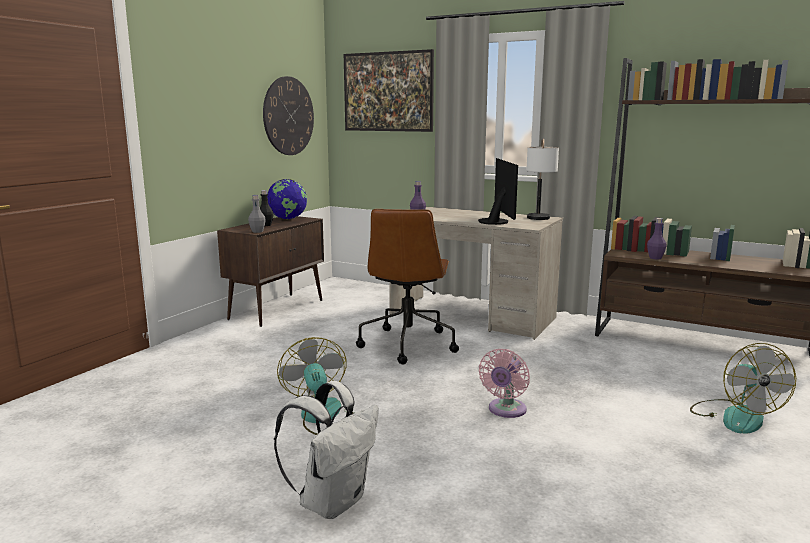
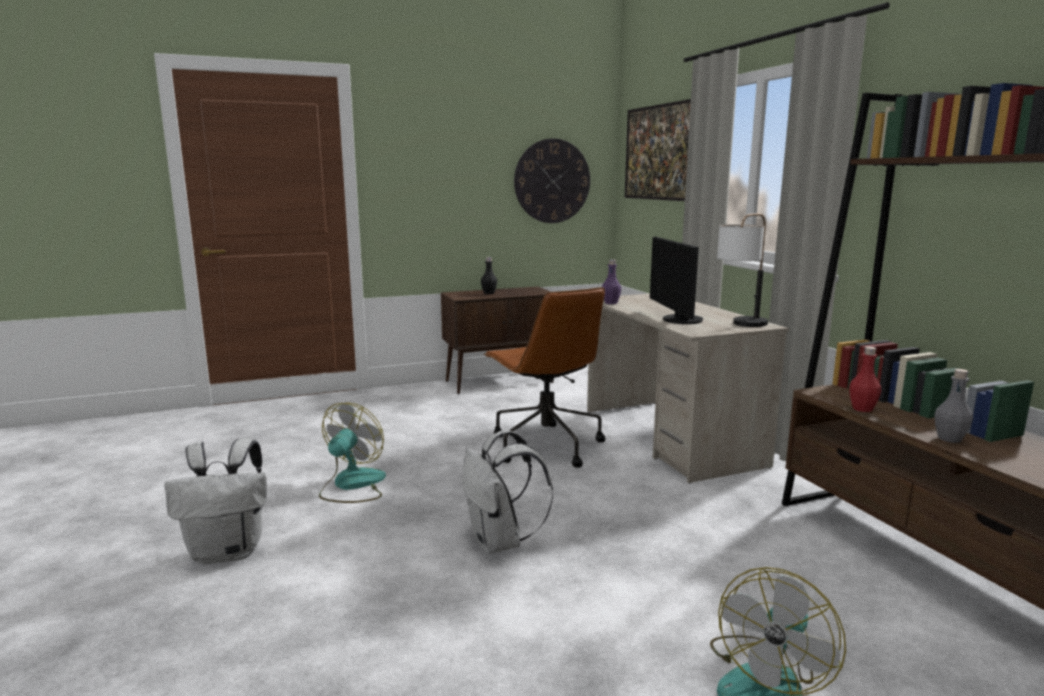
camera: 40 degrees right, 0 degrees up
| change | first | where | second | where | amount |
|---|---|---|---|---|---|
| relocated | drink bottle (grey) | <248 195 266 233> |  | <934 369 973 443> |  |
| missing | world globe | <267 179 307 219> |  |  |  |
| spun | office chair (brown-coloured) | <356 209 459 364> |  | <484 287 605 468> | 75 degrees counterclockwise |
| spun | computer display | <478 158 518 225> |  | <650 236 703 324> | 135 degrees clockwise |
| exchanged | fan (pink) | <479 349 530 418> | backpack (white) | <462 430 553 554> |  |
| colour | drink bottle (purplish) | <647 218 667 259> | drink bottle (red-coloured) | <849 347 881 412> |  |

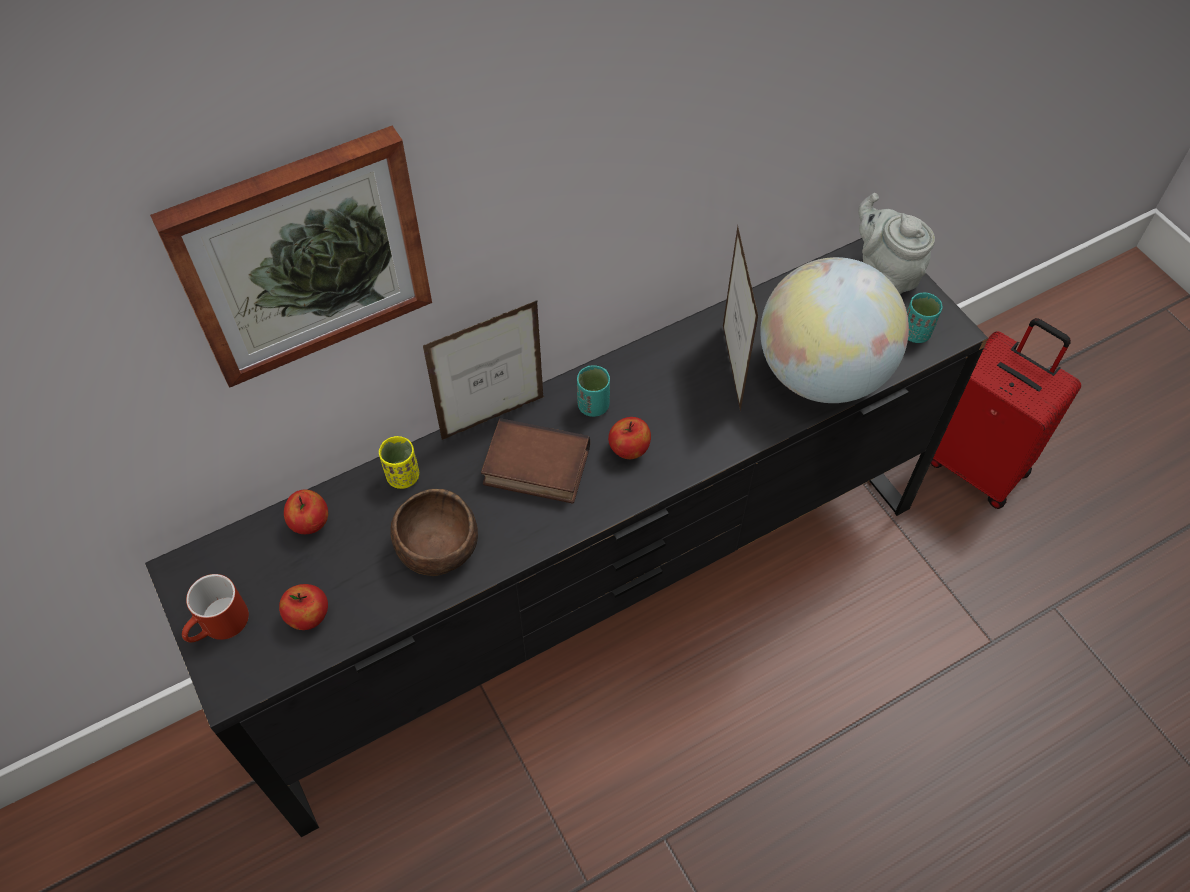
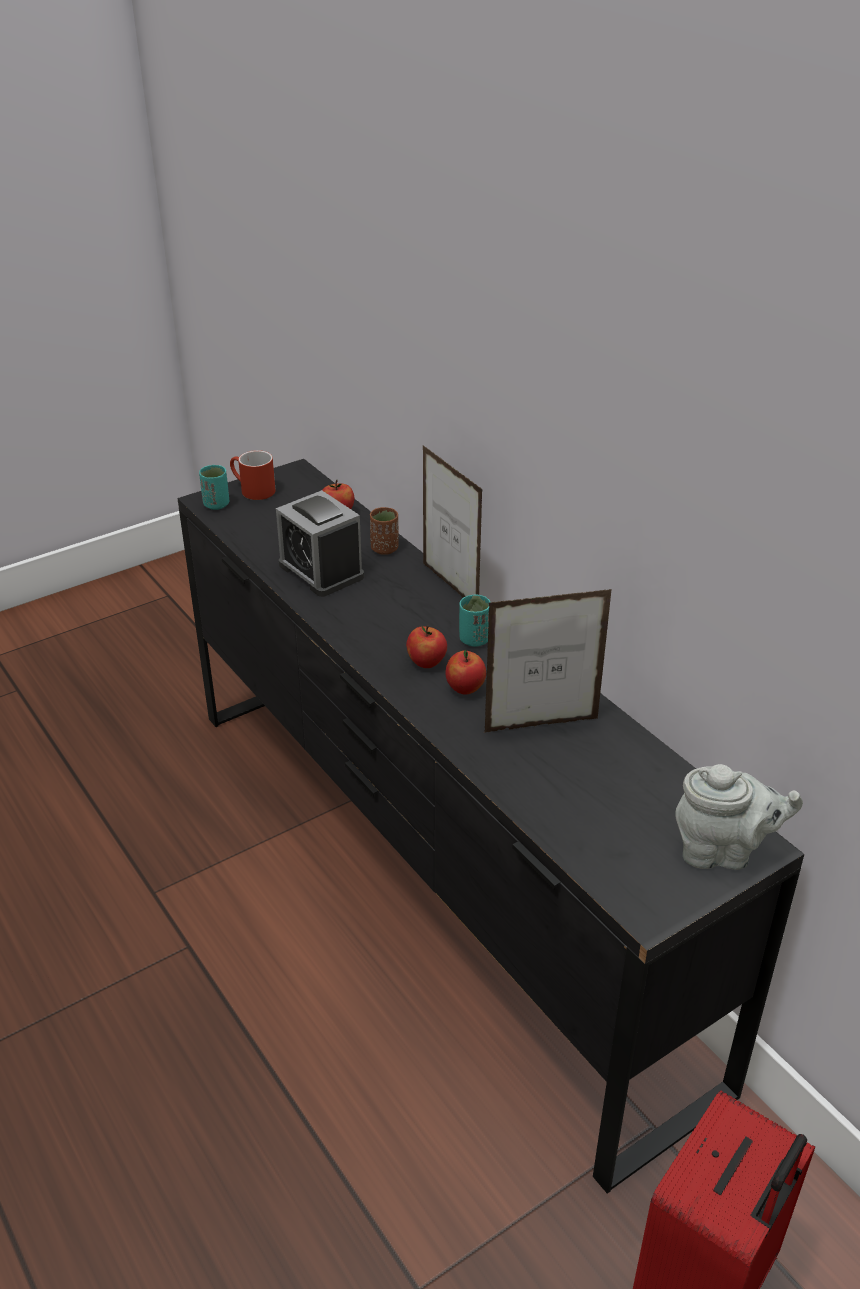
camera: 85 degrees right, 20 degrees down
| change | first | where | second | where | amount |
|---|---|---|---|---|---|
| missing | picture | <150 126 432 388> |  |  |  |
| relocated | apple fruit | <279 584 328 630> |  | <445 650 486 695> |  |
| colour | small cup (yellowish) | <379 436 419 489> | small cup (brown-coloured) | <370 507 399 555> |  |
| exchanged | bowl (brown-coloured) | <390 489 478 576> | bedside clock | <276 490 364 597> |  |
| missing | bound book | <481 418 590 504> |  |  |  |
| missing | world globe | <760 257 909 403> |  |  |  |
| spun | pot for tea (grey) | <858 193 935 294> |  | <675 764 803 870> | 45 degrees clockwise |
| relocated | small cup (blue-green) | <907 292 943 343> |  | <199 465 229 510> |  |

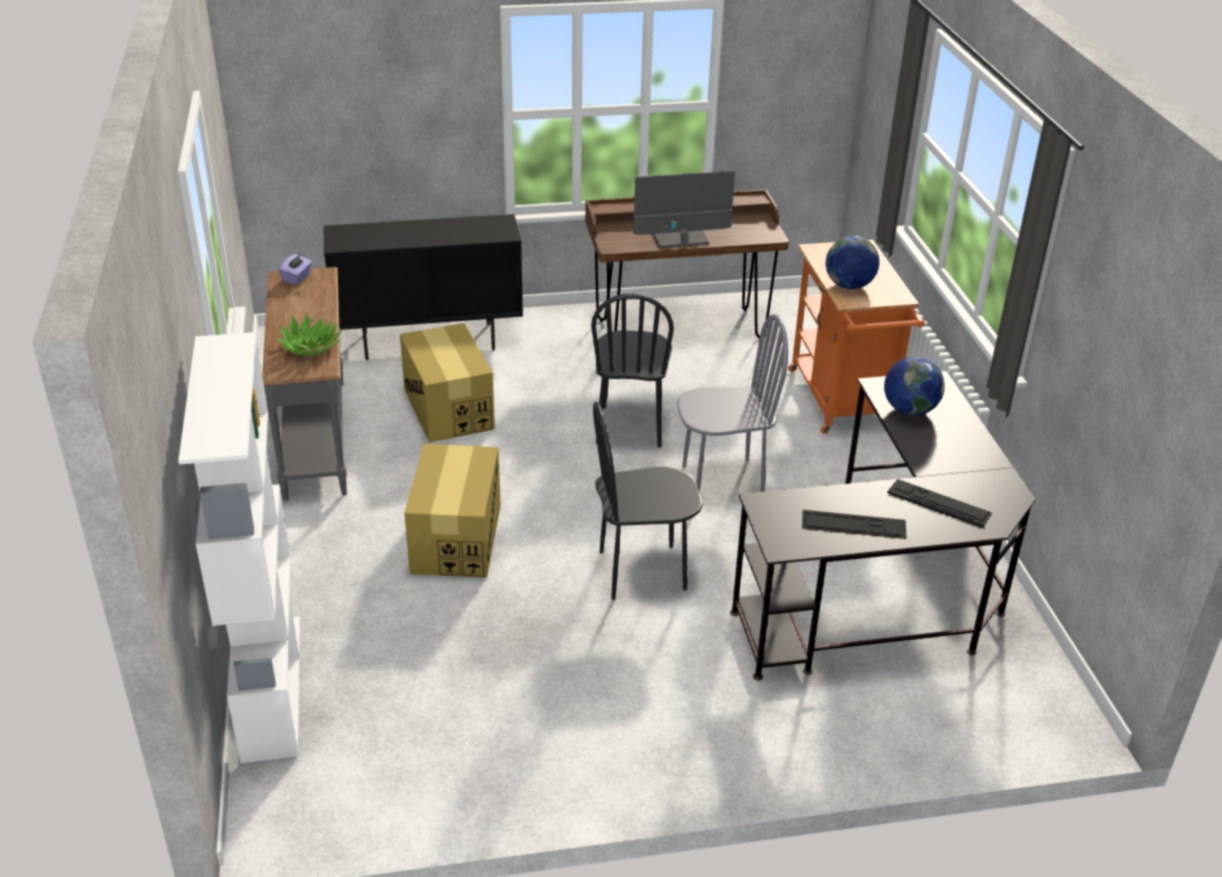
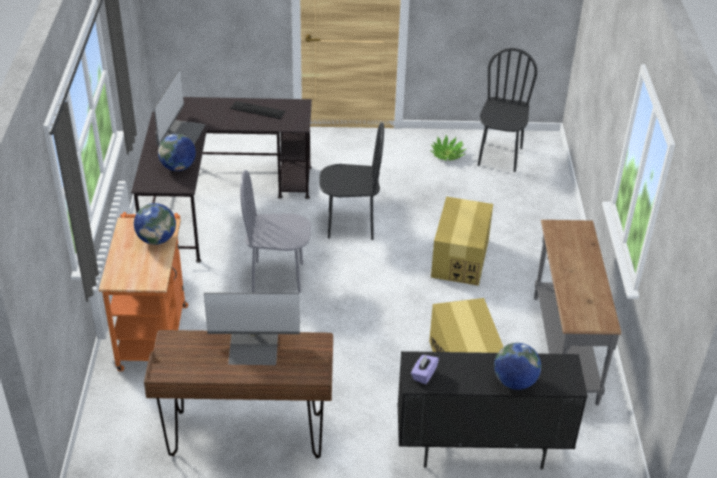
camera: 170 degrees left, 5 degrees up
| change | first | where | second | where | amount |
|---|---|---|---|---|---|
| missing | bookcase (white) | <178 332 300 763> |  |  |  |
| relocated | plant in a pot | <276 313 343 356> |  | <430 135 467 161> |  |
| relocated | tissue holder (purplish) | <279 254 312 285> |  | <411 354 439 384> |  |
| relocated | plain chair (black) | <591 293 674 448> |  | <478 48 537 172> |  |
| missing | PC keyboard | <887 479 992 527> |  |  |  |
| appeared |  |  | computer display | <154 68 205 146> |  |
| appeared |  |  | world globe | <494 343 541 390> |  |

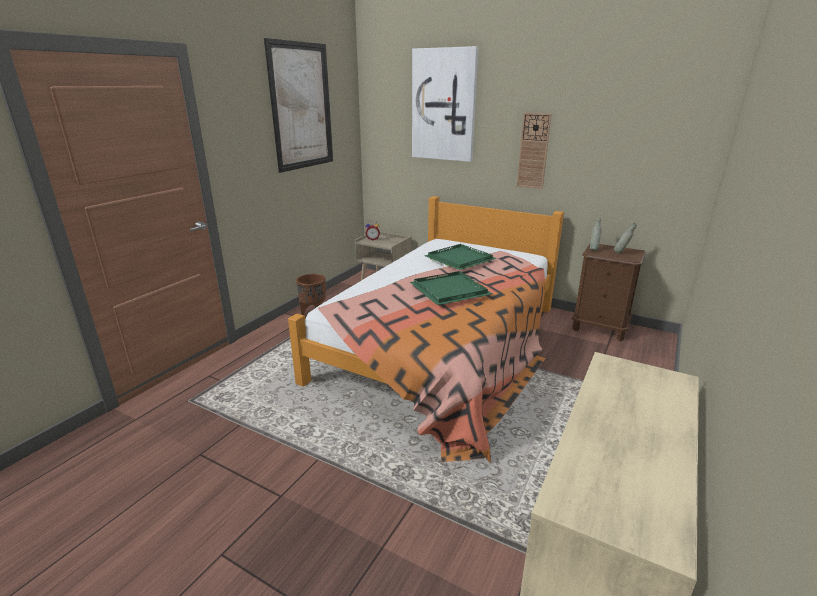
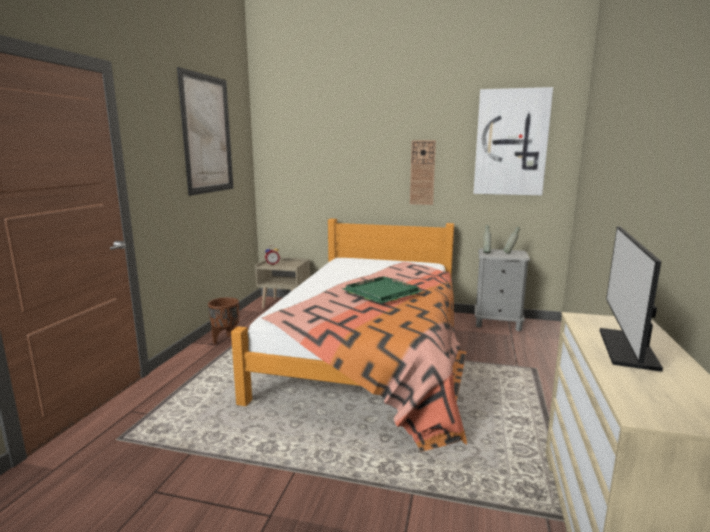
camera: 15 degrees left, 10 degrees down
| change | first | where | second | where | amount |
|---|---|---|---|---|---|
| relocated | picture | <412 46 478 162> |  | <473 87 553 195> |  |
| missing | serving tray (green-coloured) | <424 244 497 270> |  |  |  |
| colour | nightstand (brown-coloured) | <572 244 646 341> | nightstand (grey) | <475 248 530 331> |  |
| appeared |  |  | computer display | <600 226 663 372> |  |

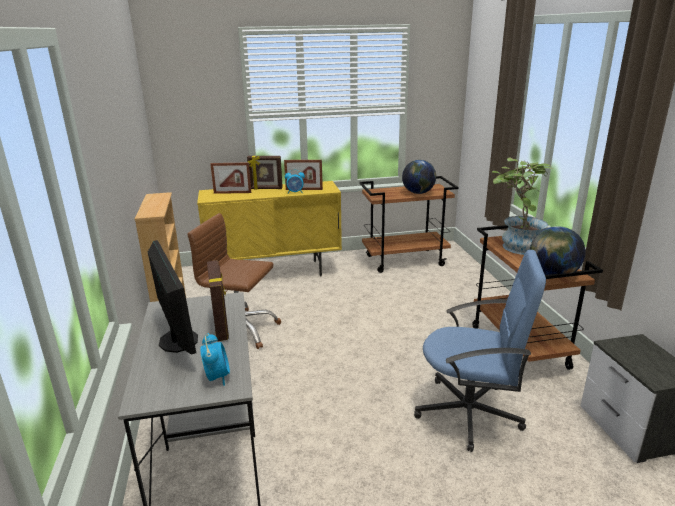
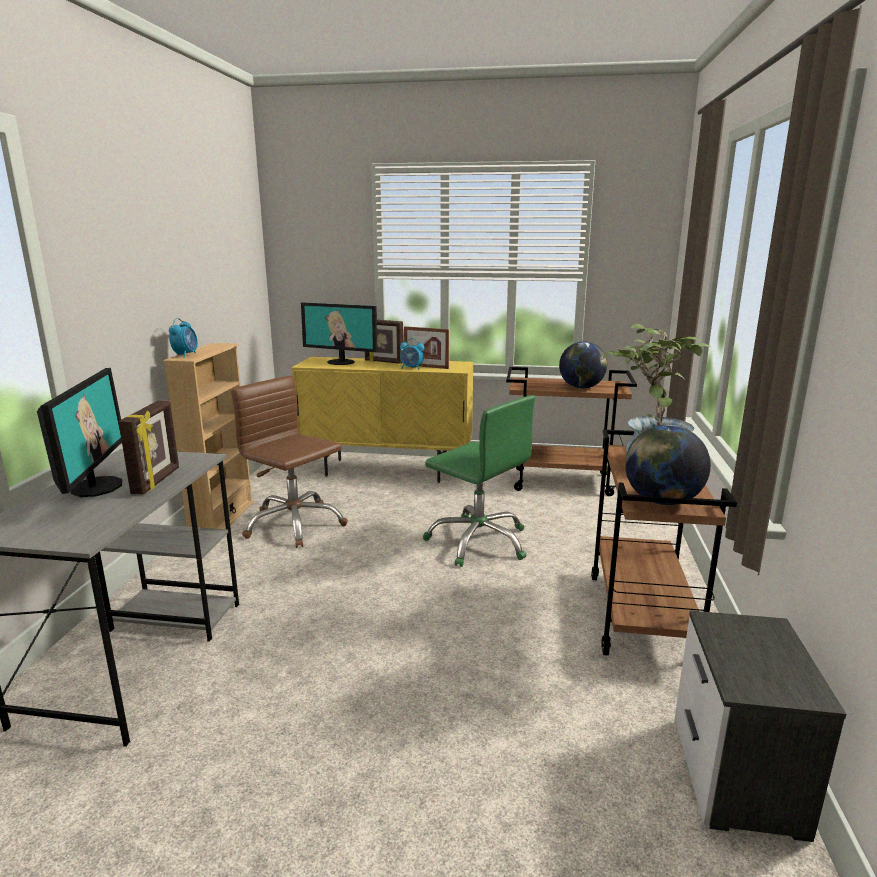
camera: 20 degrees right, 5 degrees down
| change | first | where | second | where | amount |
|---|---|---|---|---|---|
| relocated | bedside clock | <200 333 230 386> |  | <169 318 198 358> |  |
| exchanged | standing frame | <210 163 251 194> | computer display | <301 302 377 365> |  |
| missing | office chair (blue-coloured) | <414 250 546 452> |  |  |  |
| appeared |  |  | office chair (green-coloured) | <423 395 535 567> |  |

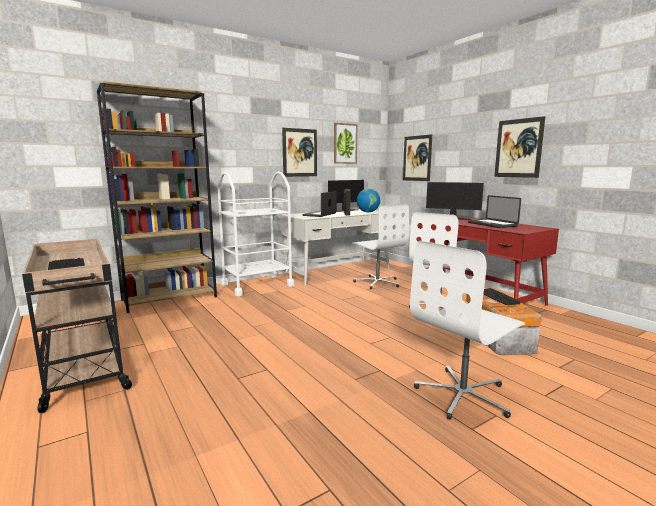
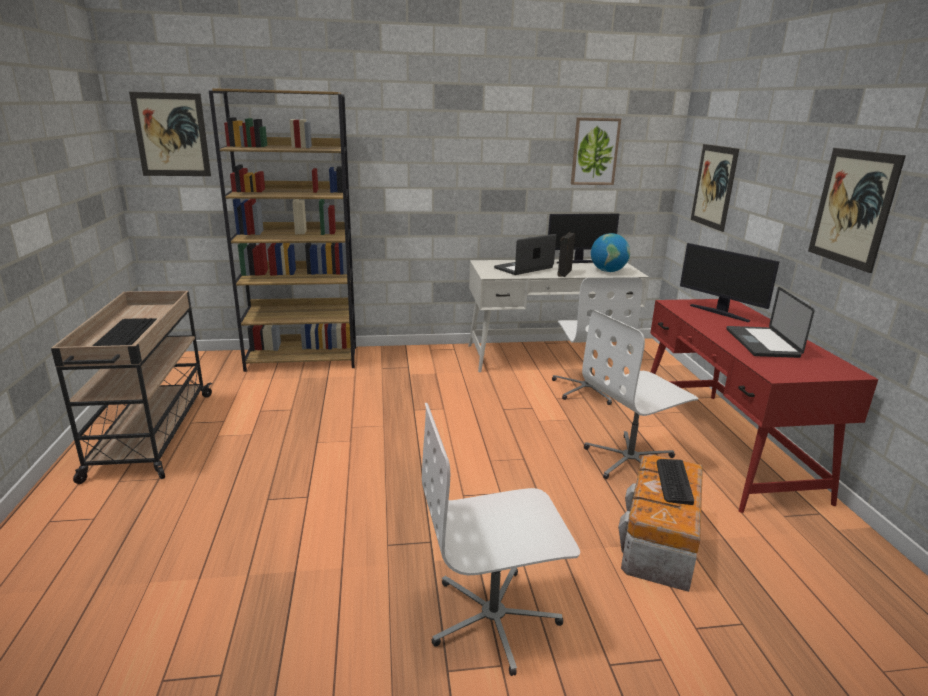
camera: 25 degrees right, 10 degrees up
| change | first | where | second | where | amount |
|---|---|---|---|---|---|
| missing | trolley (white) | <217 171 294 296> |  |  |  |
| relocated | picture | <282 128 317 177> |  | <129 92 211 176> |  |

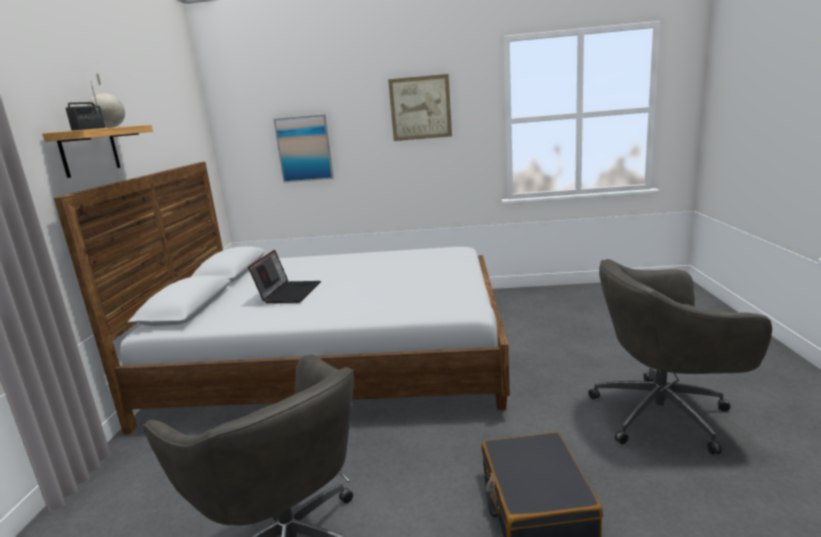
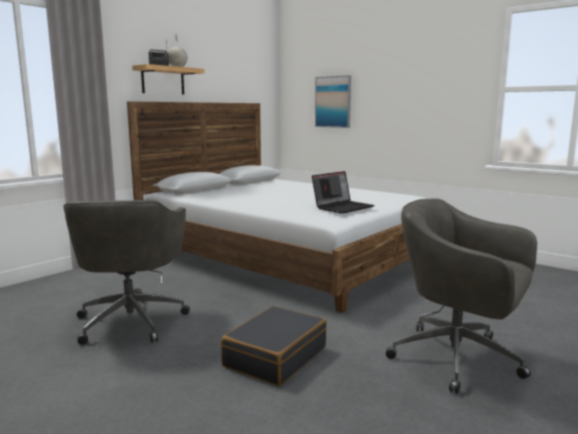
camera: 35 degrees right, 5 degrees down
| change | first | where | second | where | amount |
|---|---|---|---|---|---|
| relocated | portable computer | <248 250 321 303> |  | <312 171 374 214> |  |
| missing | picture | <388 74 452 141> |  |  |  |

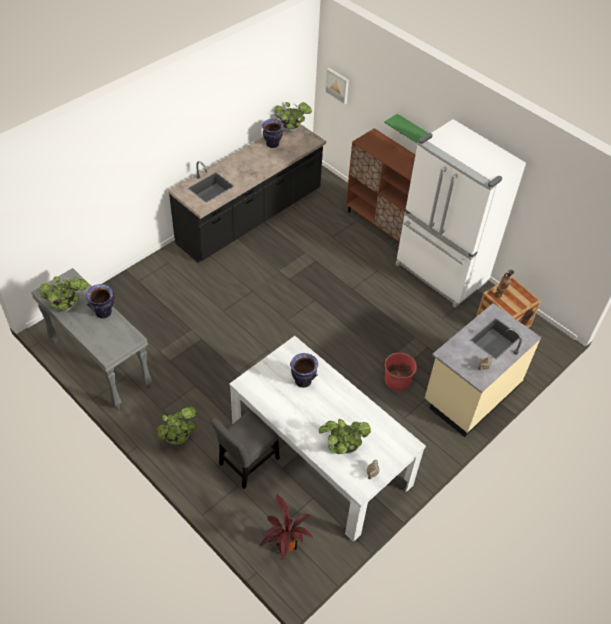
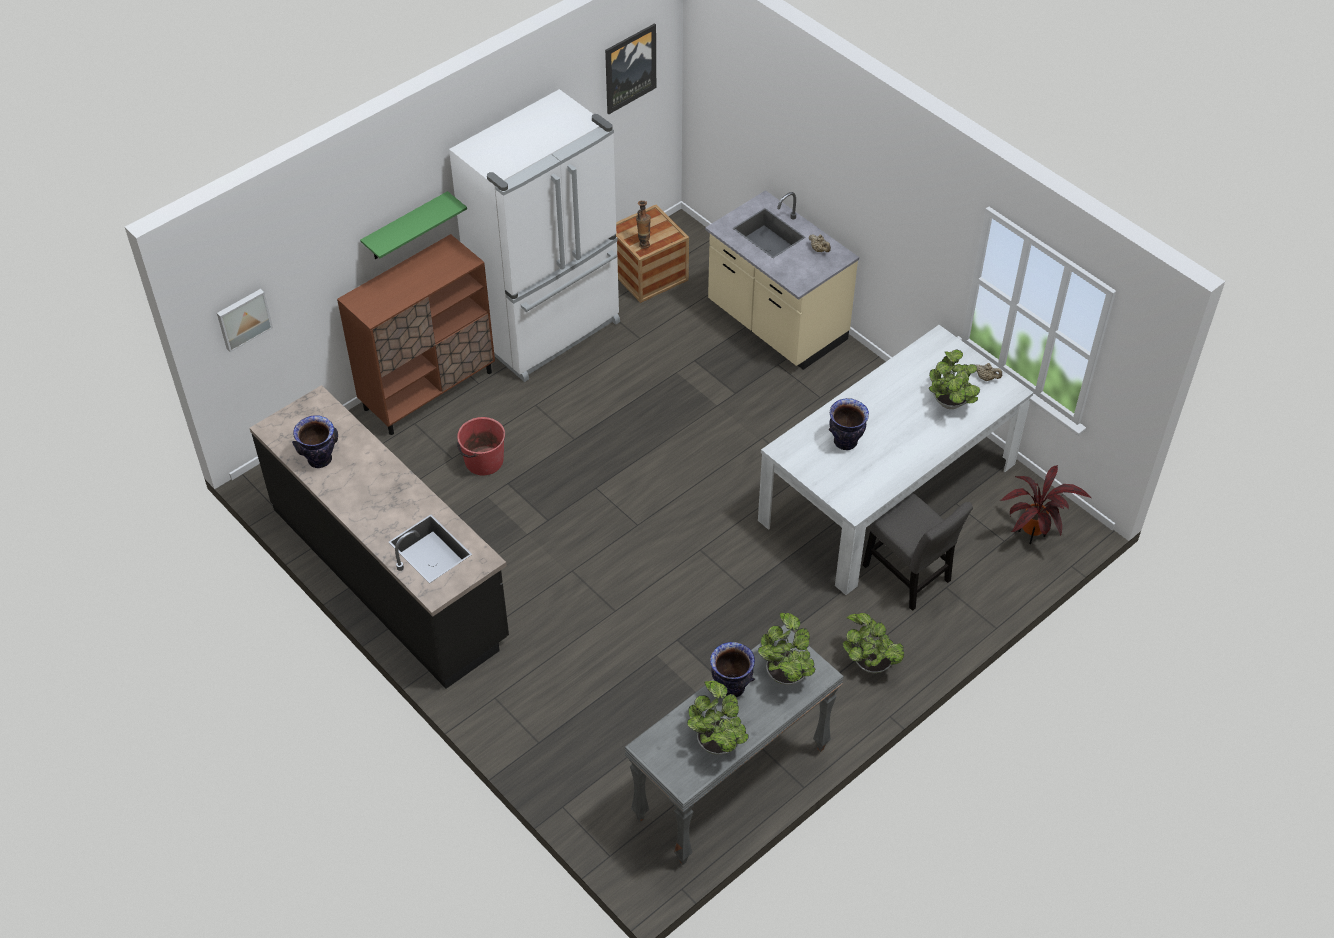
camera: 85 degrees left, 0 degrees up
| change | first | where | second | where | amount |
|---|---|---|---|---|---|
| relocated | plant in a pot | <274 102 312 133> |  | <758 613 815 685> |  |
| relocated | bucket (red-coloured) | <383 353 418 391> |  | <457 417 505 475> |  |
| appeared |  |  | picture | <605 23 656 114> |  |

